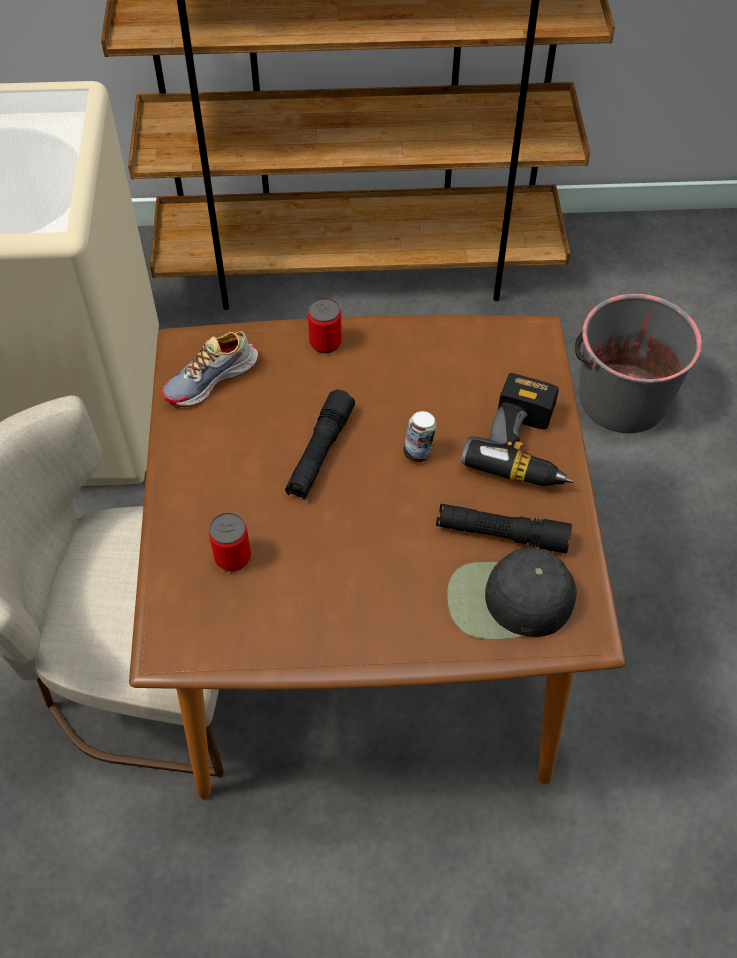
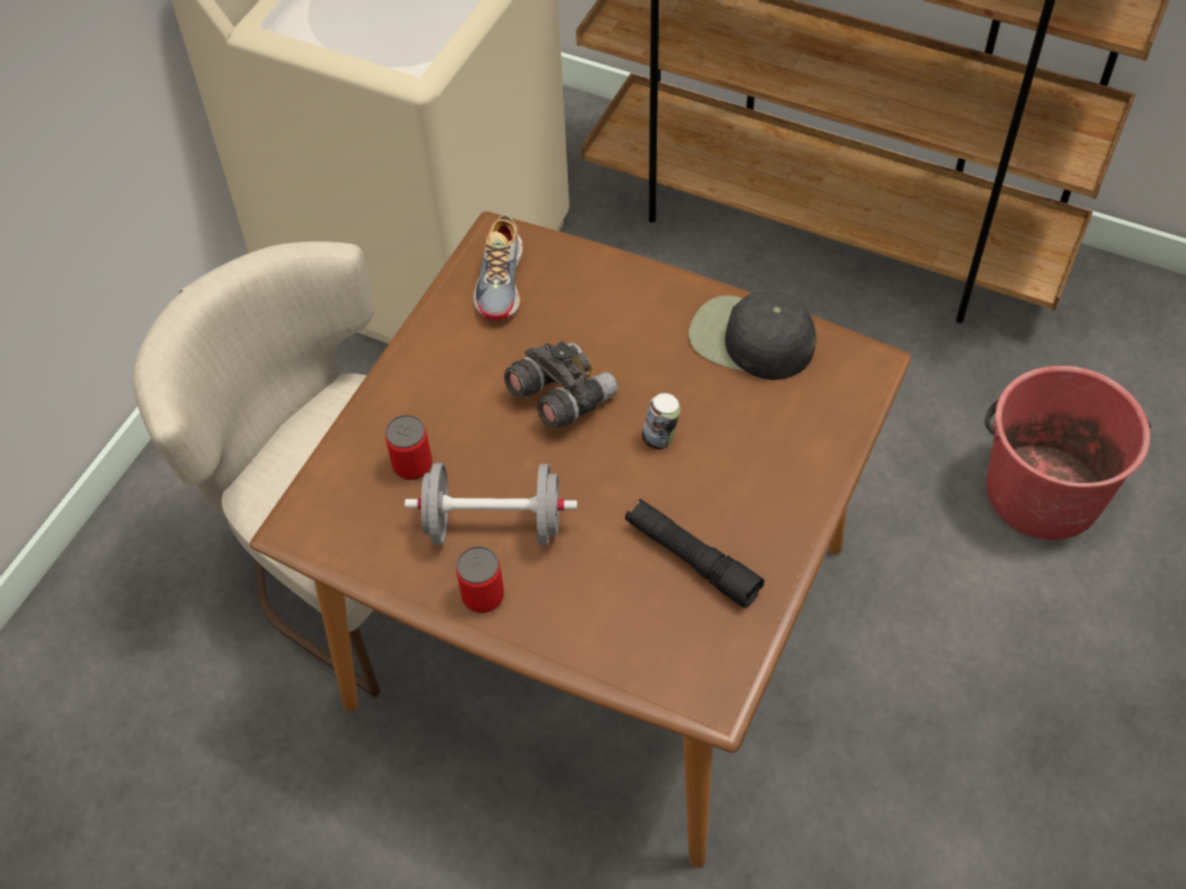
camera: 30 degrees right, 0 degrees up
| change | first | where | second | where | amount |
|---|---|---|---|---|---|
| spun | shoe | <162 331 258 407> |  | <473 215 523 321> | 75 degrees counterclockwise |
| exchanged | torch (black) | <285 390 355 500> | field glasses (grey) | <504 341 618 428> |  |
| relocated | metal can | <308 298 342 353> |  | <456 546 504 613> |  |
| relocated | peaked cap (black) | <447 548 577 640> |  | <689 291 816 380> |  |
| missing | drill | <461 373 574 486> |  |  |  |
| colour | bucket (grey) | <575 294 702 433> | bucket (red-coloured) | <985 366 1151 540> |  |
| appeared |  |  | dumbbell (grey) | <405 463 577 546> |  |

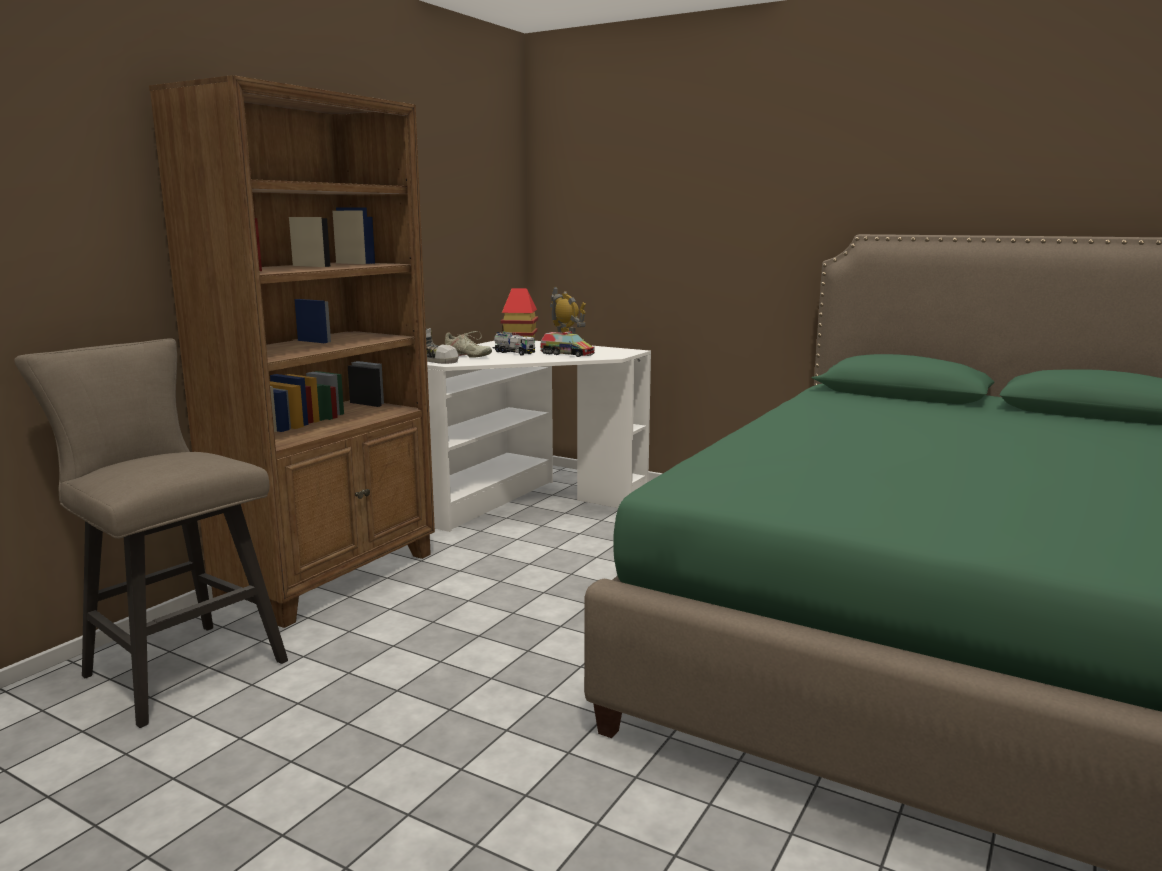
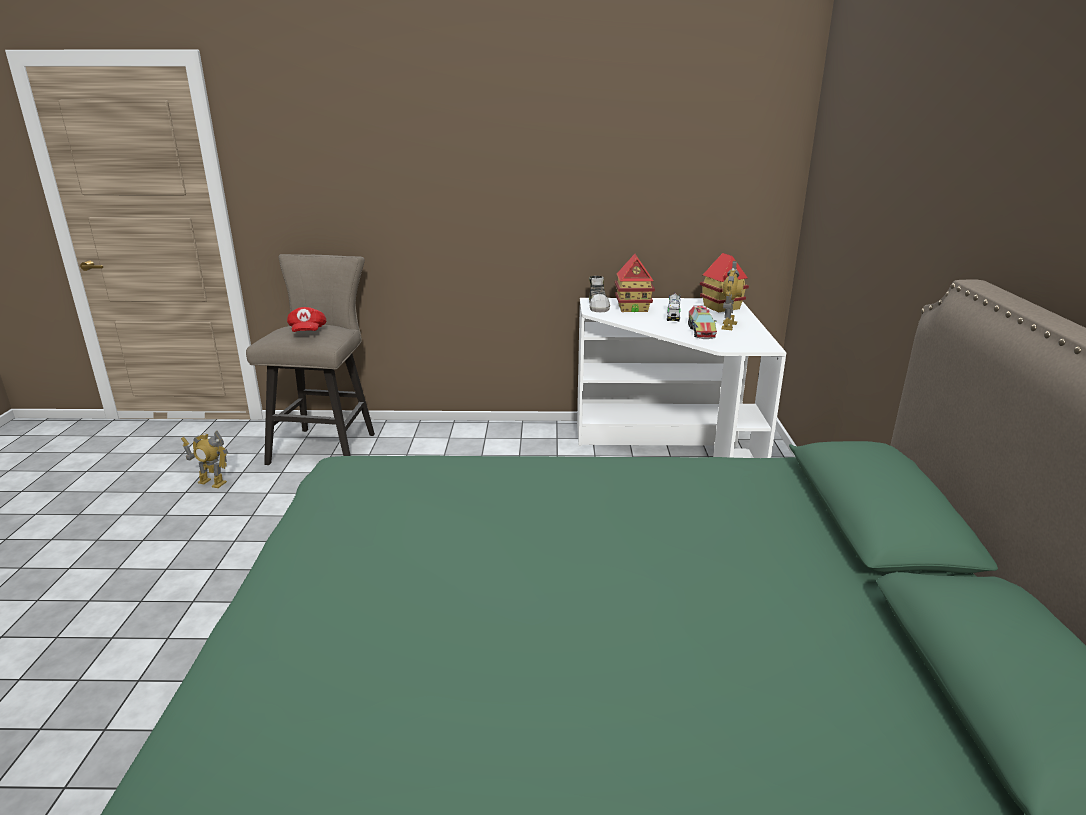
camera: 60 degrees right, 10 degrees up
| change | first | where | second | where | amount |
|---|---|---|---|---|---|
| missing | bookcase (brown-coloured) | <149 75 435 628> |  |  |  |
| exchanged | shoe (beige-coloured) | <445 331 492 357> | model house | <615 254 655 312> |  |
| appeared |  |  | robot figure | <181 431 228 488> |  |
| appeared |  |  | peaked cap (red-coloured) | <287 307 327 332> |  |

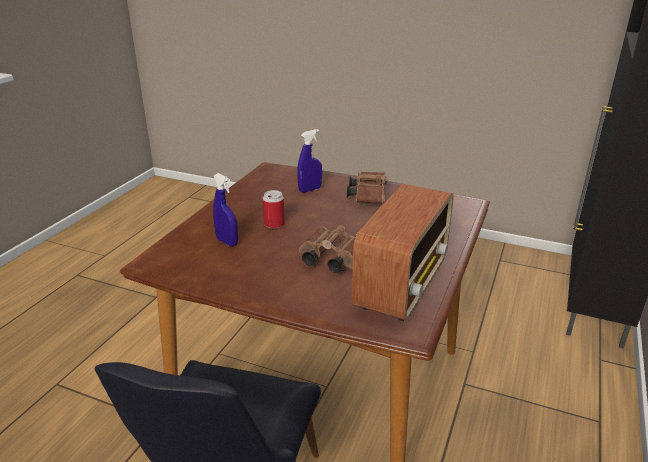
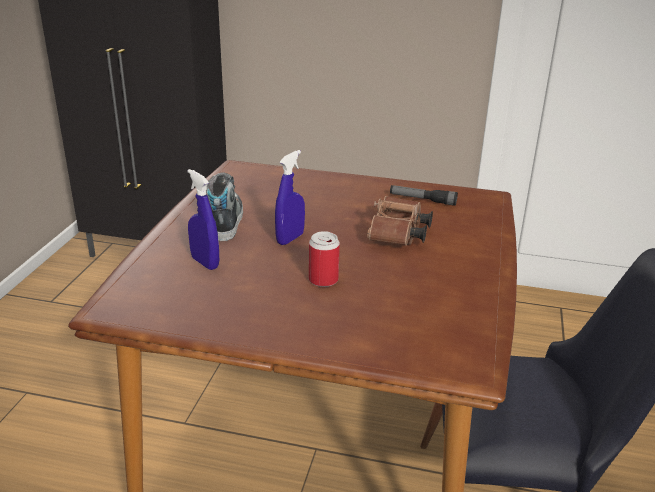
camera: 100 degrees left, 0 degrees up
| change | first | where | second | where | amount |
|---|---|---|---|---|---|
| relocated | spray bottle (blue-coloured) | <213 173 238 246> |  | <275 150 305 245> |  |
| exchanged | field glasses (brown-coloured) | <347 172 388 204> | shoe | <206 173 243 241> |  |
| exchanged | radio receiver | <352 184 453 321> | torch | <390 185 458 206> |  |

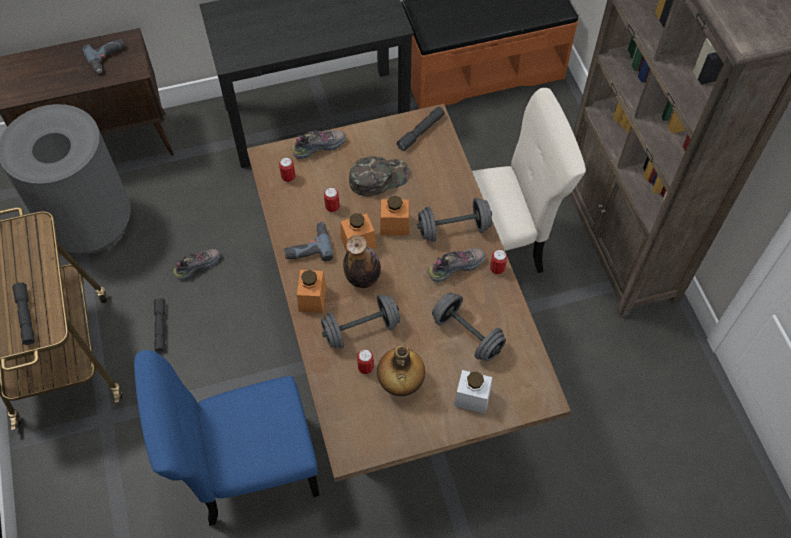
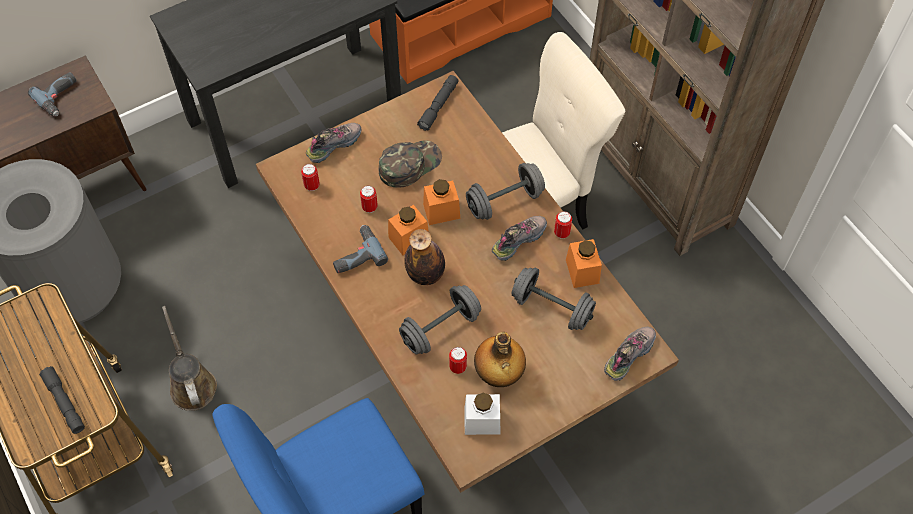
camera: 15 degrees left, 0 degrees up
| change | first | where | second | where | amount |
|---|---|---|---|---|---|
| exchanged | torch (grey) | <154 298 165 353> | sprinkling can (brown-coloured) | <162 306 217 411> |  |
| relocated | shoe | <173 249 220 280> |  | <604 327 656 381> |  |
| relocated | jar (orange) | <297 270 326 313> |  | <566 239 602 288> |  |
| relocated | jar (white) | <453 370 492 414> |  | <464 393 501 435> |  |

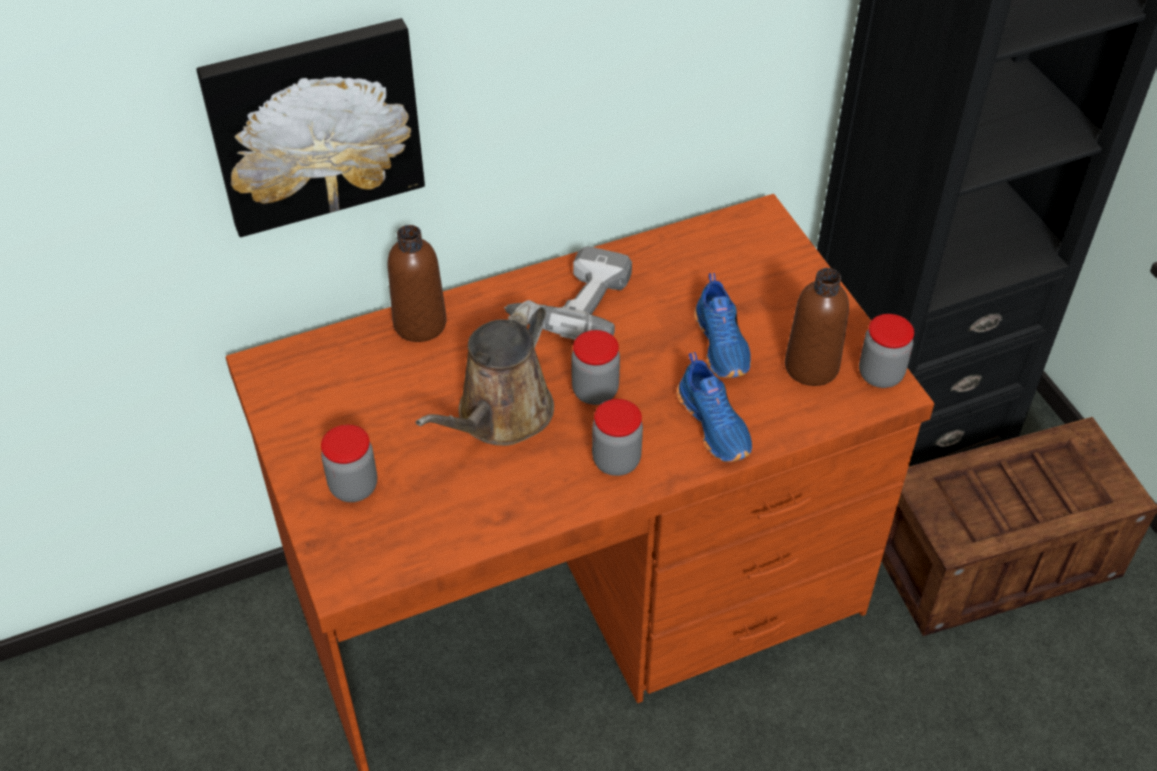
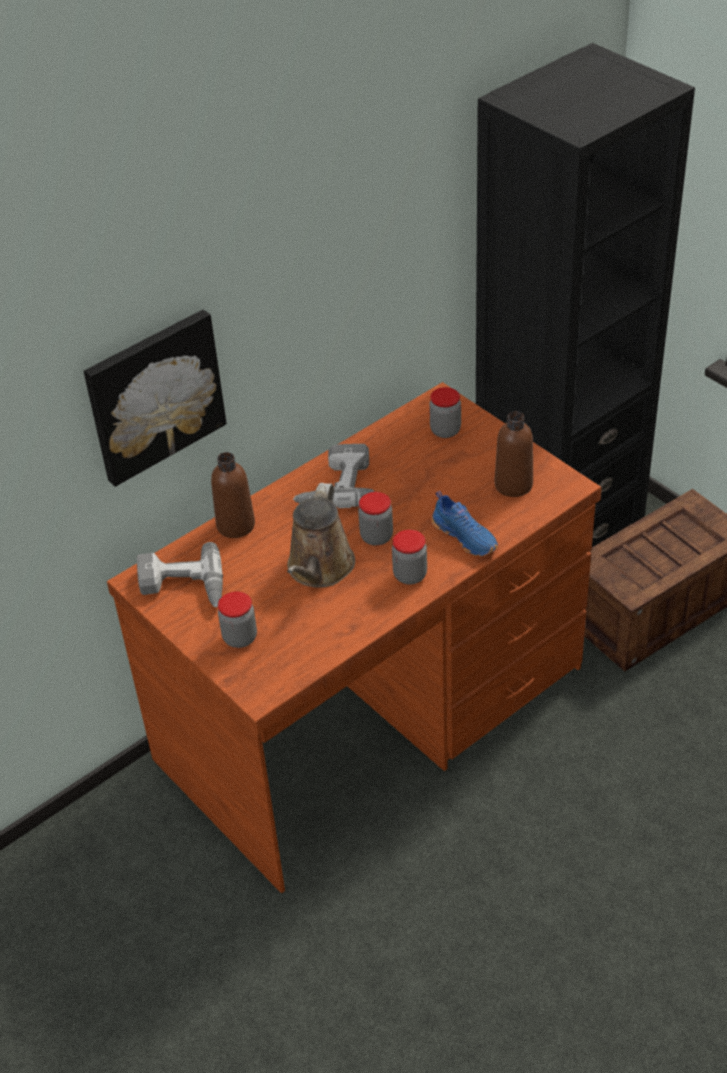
camera: 15 degrees left, 5 degrees down
| change | first | where | second | where | amount |
|---|---|---|---|---|---|
| missing | shoe (blue-coloured) | <694 273 751 378> |  |  |  |
| relocated | jar | <859 314 914 388> |  | <429 387 461 438> |  |
| appeared |  |  | drill | <137 542 223 607> |  |

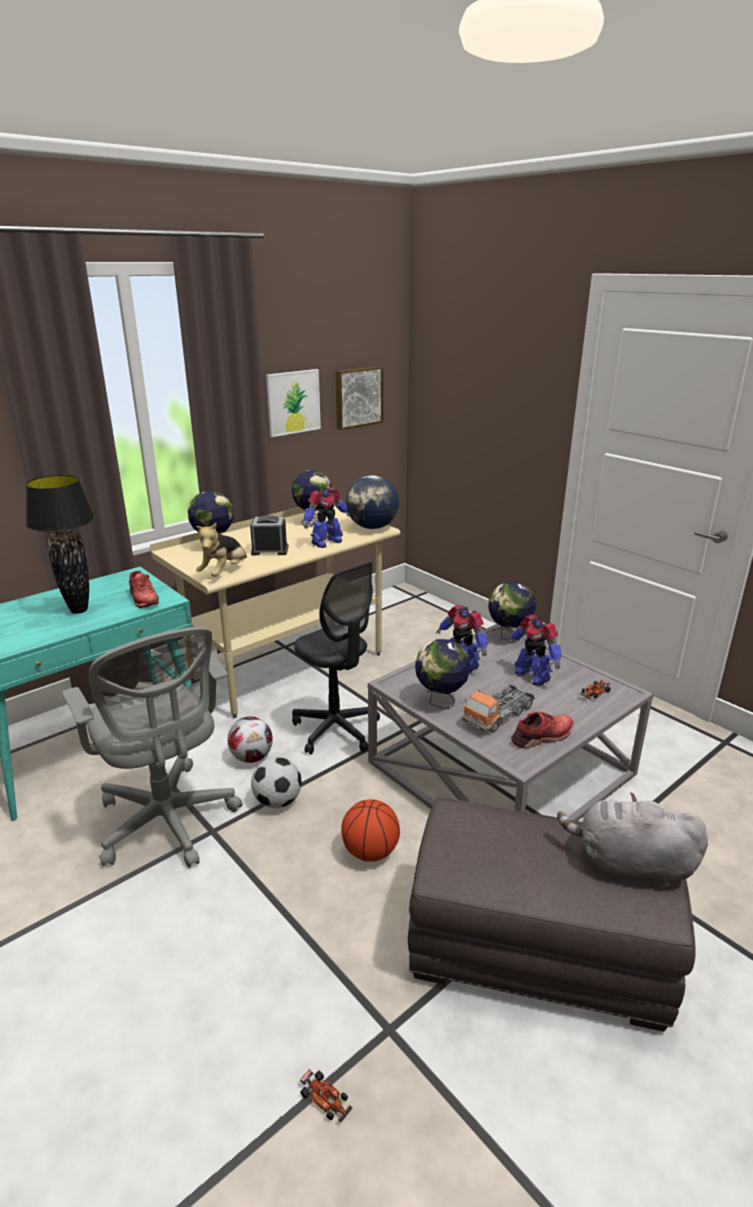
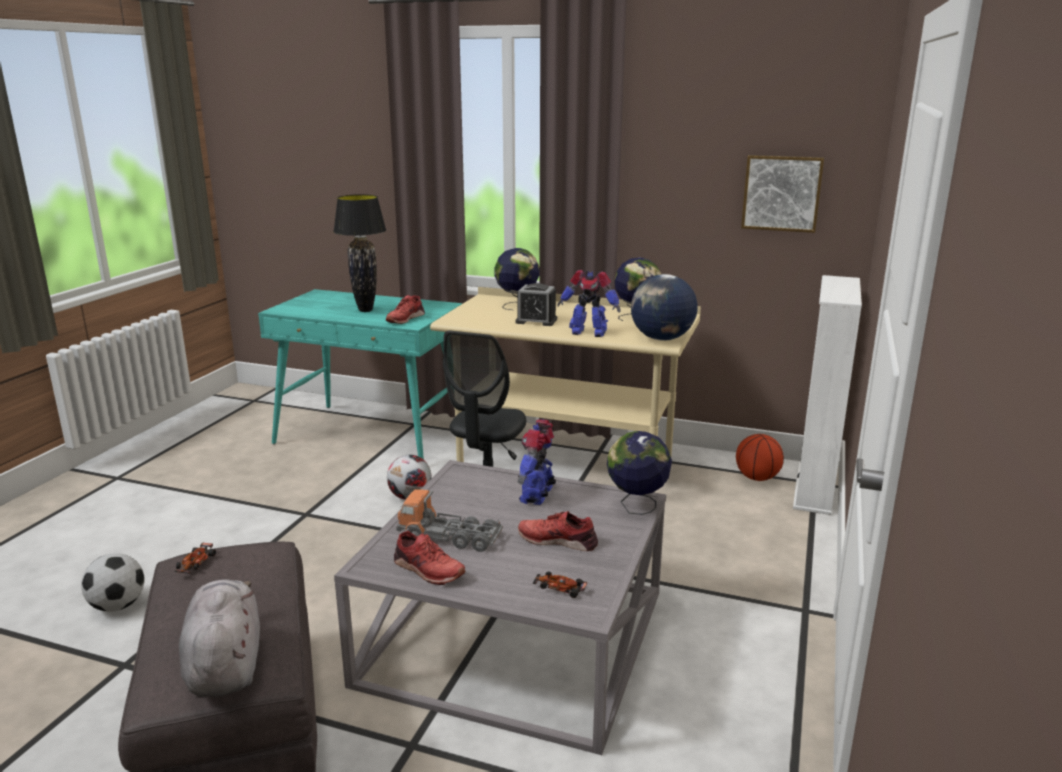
camera: 60 degrees right, 5 degrees down
| change | first | where | second | where | amount |
|---|---|---|---|---|---|
| missing | office chair (grey) | <62 627 243 868> |  |  |  |
| missing | plush toy | <196 523 247 576> |  |  |  |
| spun | bedside clock | <250 515 289 555> |  | <516 283 557 326> | 135 degrees clockwise |
| relocated | football ball | <251 757 302 808> |  | <81 553 145 612> |  |
| missing | picture | <266 369 321 437> |  |  |  |
| relocated | toy car | <300 1069 352 1122> |  | <175 543 216 574> |  |
| relocated | basketball ball | <341 799 400 861> |  | <736 434 784 481> |  |
| missing | world globe | <415 639 471 709> |  |  |  |
| exchanged | robot figure | <507 615 562 686> | shoe (red-coloured) | <518 511 598 551> |  |
| appeared |  |  | bookcase (white) | <793 275 862 515> |  |

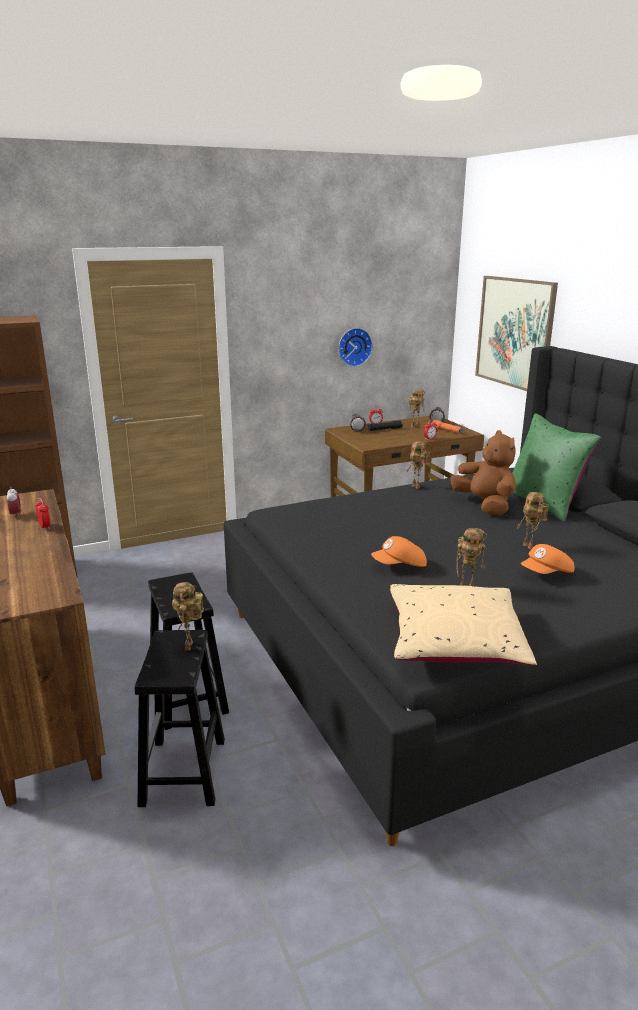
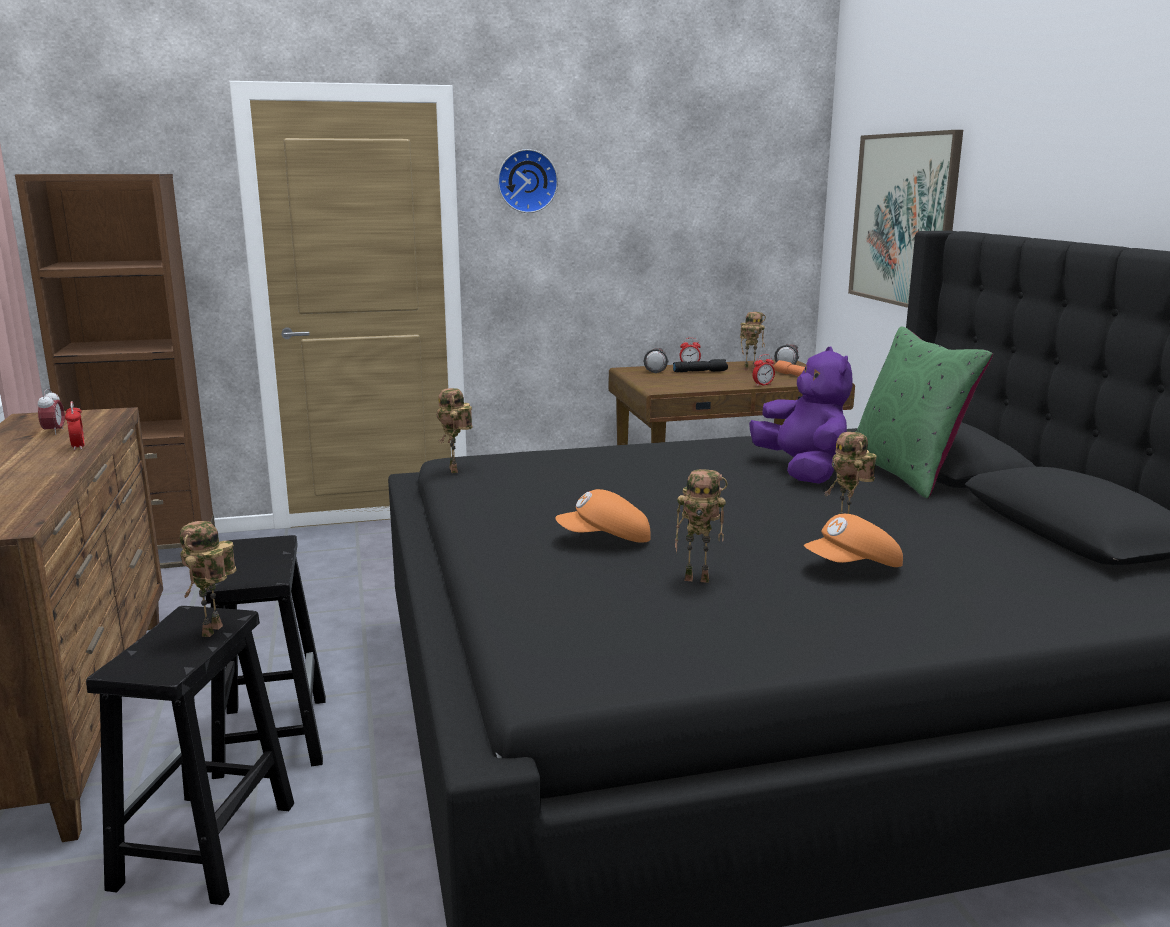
camera: 10 degrees right, 5 degrees down
| change | first | where | second | where | amount |
|---|---|---|---|---|---|
| relocated | clock on the wall | <338 328 373 367> |  | <498 149 558 213> |  |
| missing | throw pillow (beige-coloured) | <390 584 537 666> |  |  |  |
| relocated | robot figure | <406 441 430 489> |  | <436 388 473 473> |  |
| colour | plush toy (brown-coloured) | <450 430 516 515> | plush toy (purplish) | <749 347 853 484> |  |

